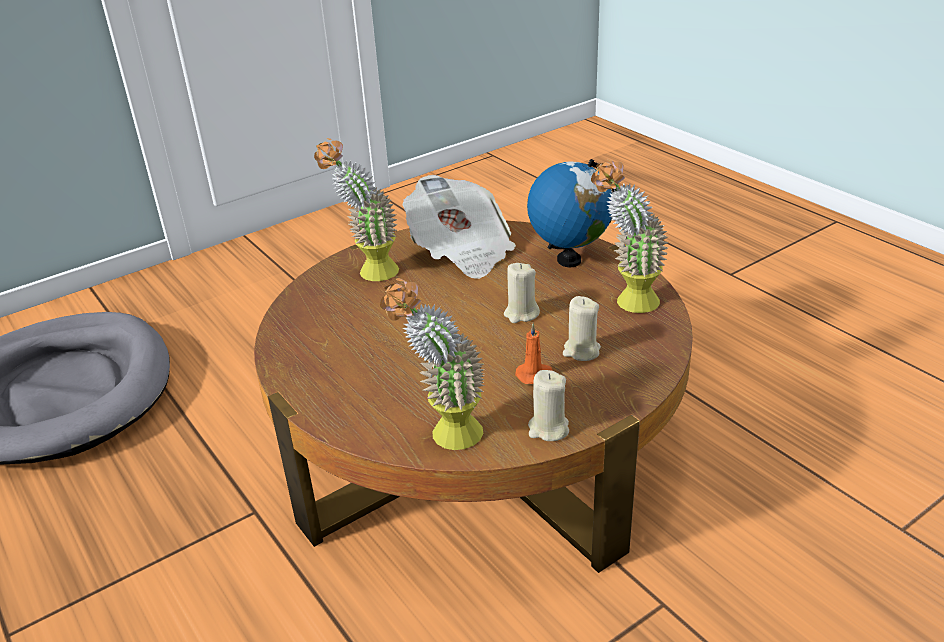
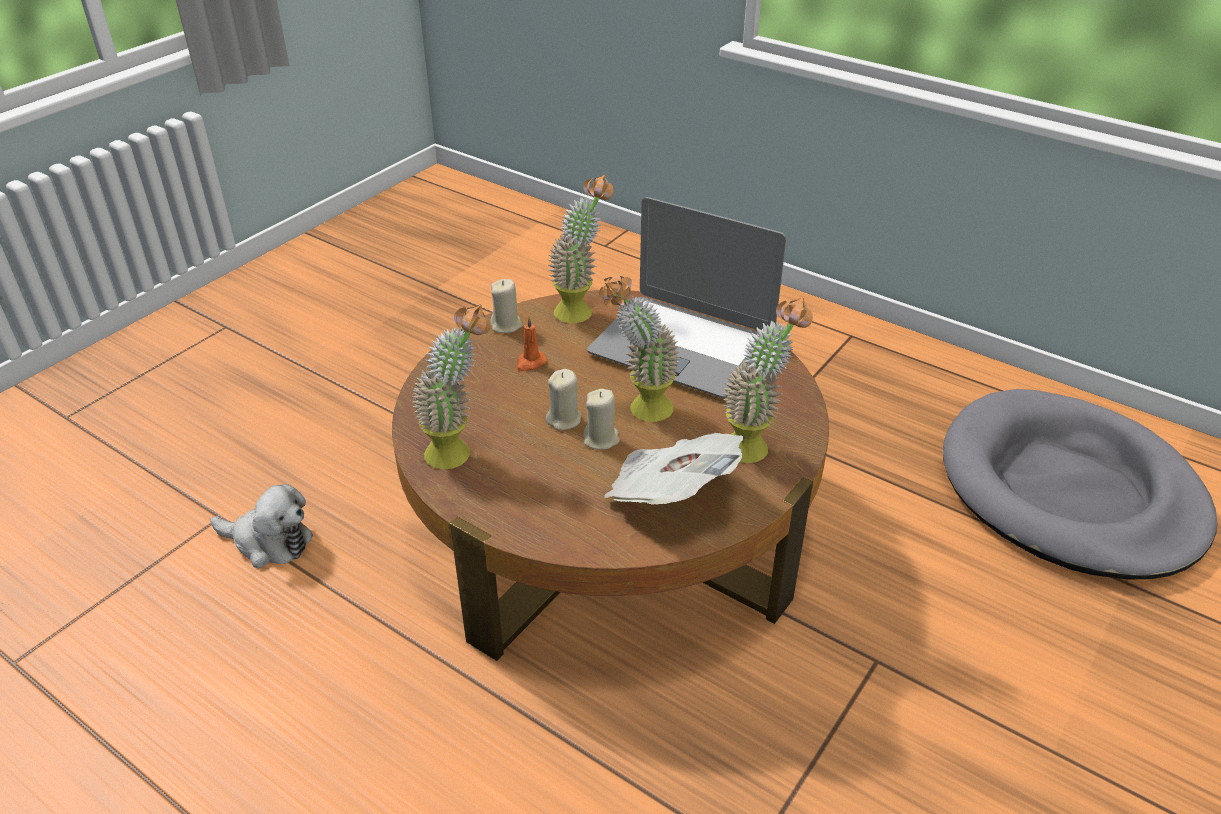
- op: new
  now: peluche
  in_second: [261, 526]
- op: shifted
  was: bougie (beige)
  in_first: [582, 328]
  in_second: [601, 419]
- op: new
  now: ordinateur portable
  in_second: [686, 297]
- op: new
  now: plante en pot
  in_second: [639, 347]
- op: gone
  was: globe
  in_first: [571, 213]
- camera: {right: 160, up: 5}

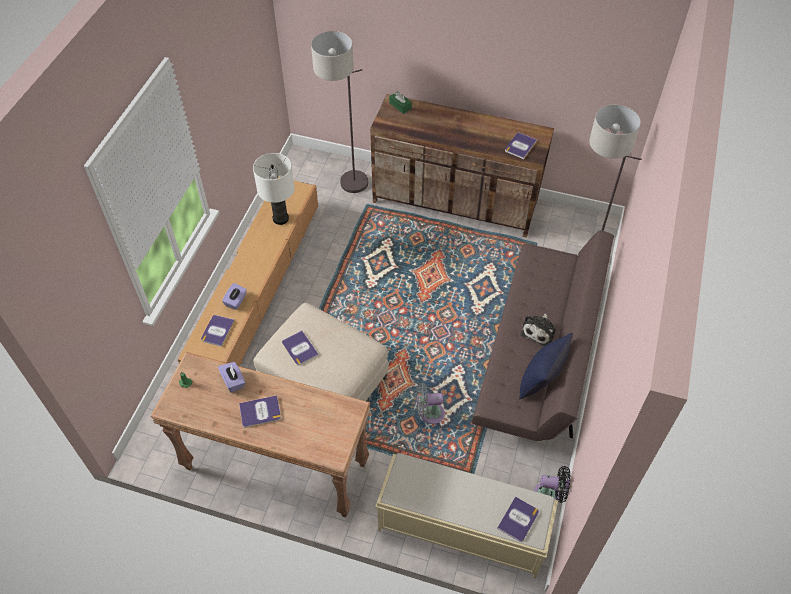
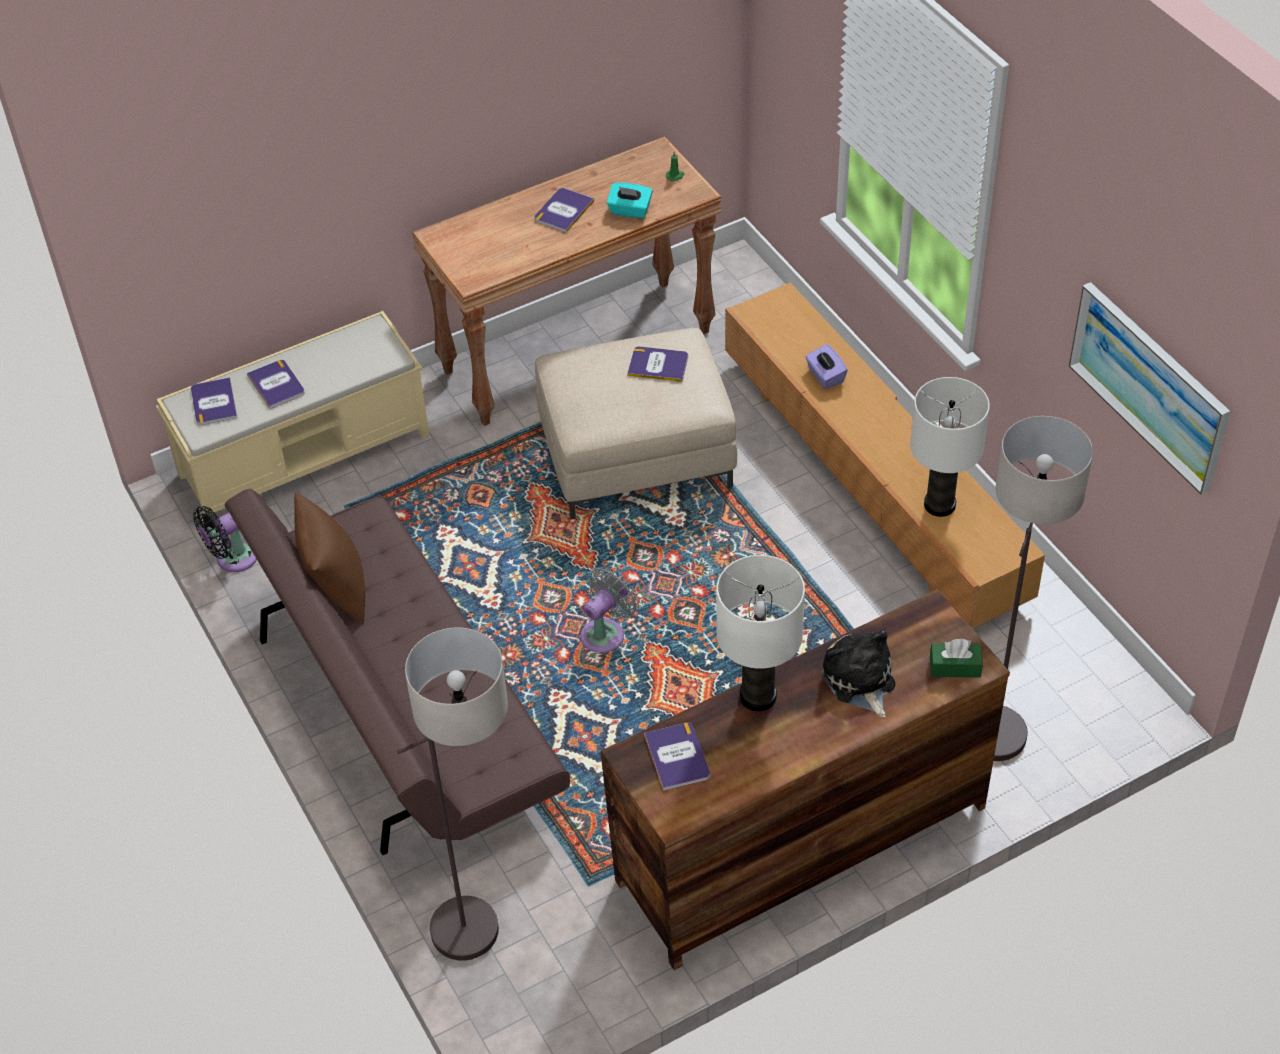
- op: shifted
  was: livre
  in_first: [218, 331]
  in_second: [276, 384]
- op: repainted
  was: coussin (bleu)
  now: coussin (marron)
  in_first: [546, 366]
  in_second: [329, 558]
- op: shifted
  was: ventilateur (gris)
  in_first: [431, 403]
  in_second: [609, 610]
- op: repainted
  was: boîte à mouchoirs (violet)
  now: boîte à mouchoirs (turquoise)
  in_first: [231, 377]
  in_second: [630, 201]
- op: new
  now: lampe de table (blanc)
  in_second: [760, 633]
- op: shifted
  was: peluche
  in_first: [538, 329]
  in_second: [858, 674]
- op: new
  now: tableau
  in_second: [1149, 388]
- camera: {right: 135, up: -5}

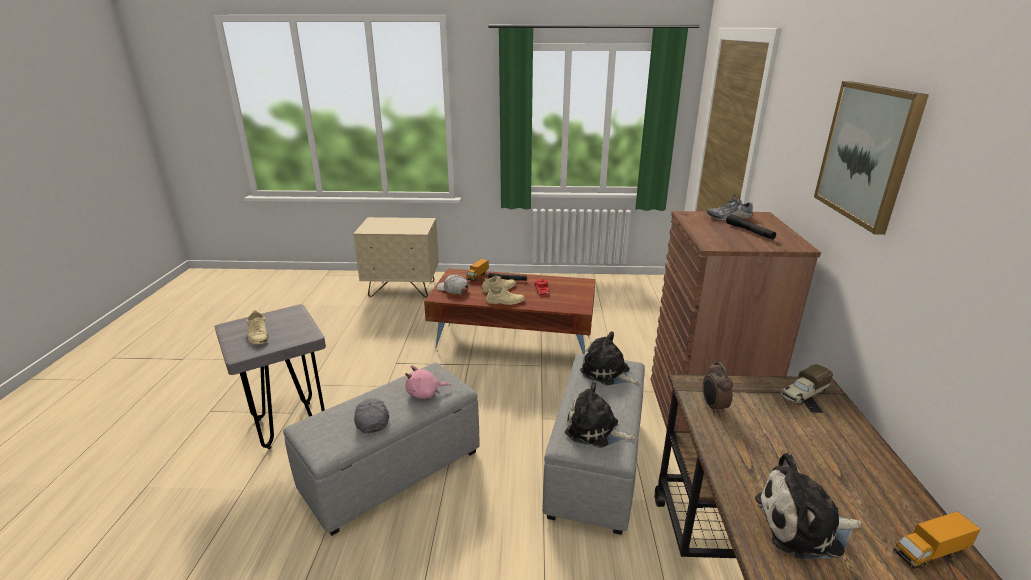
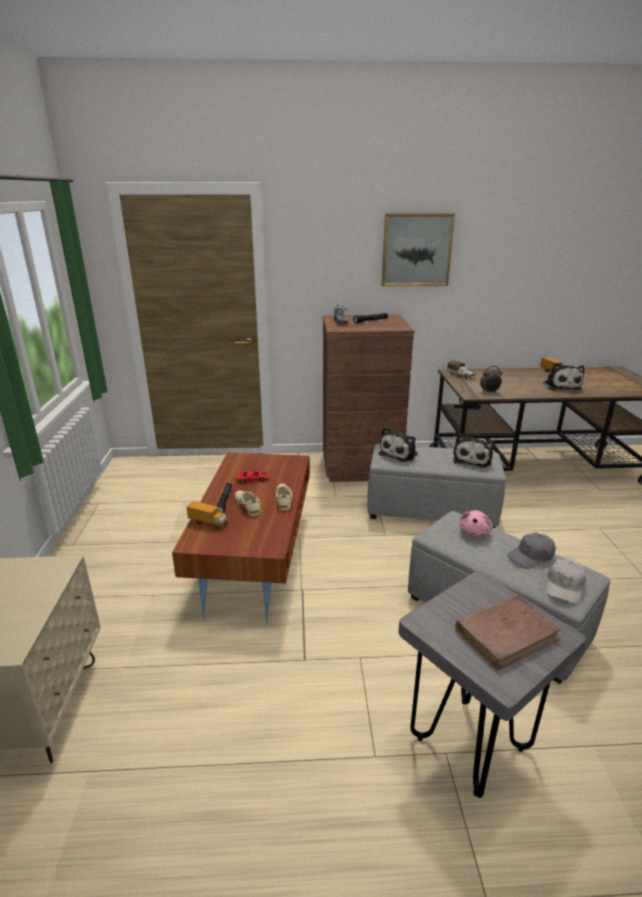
- op: swapped
  was: chaussure (beige)
  now: livre (marron)
  in_first: [257, 327]
  in_second: [508, 633]
- op: rotated
  was: peluche (rose)
  in_first: [428, 382]
  in_second: [476, 523]
  clockwise: 45
- op: shifted
  was: casquette (blanc)
  in_first: [452, 284]
  in_second: [566, 581]
- camera: {right: -95, up: 0}

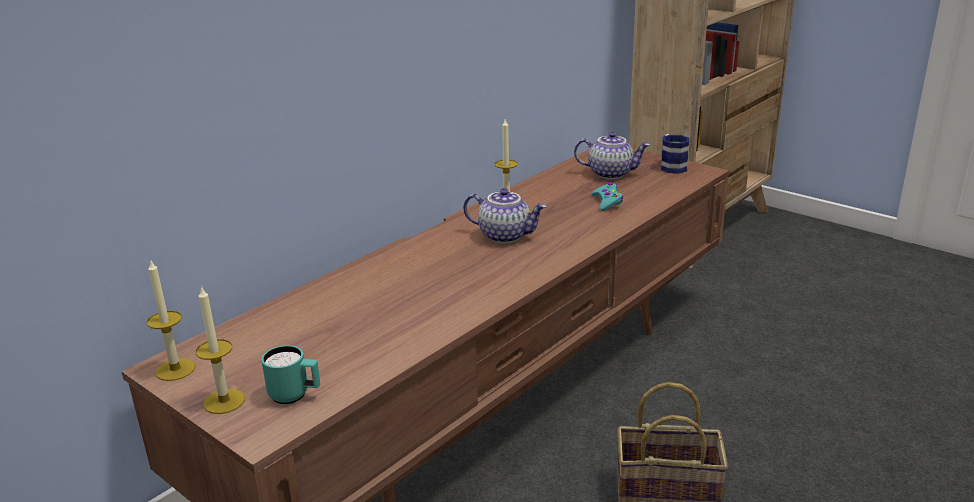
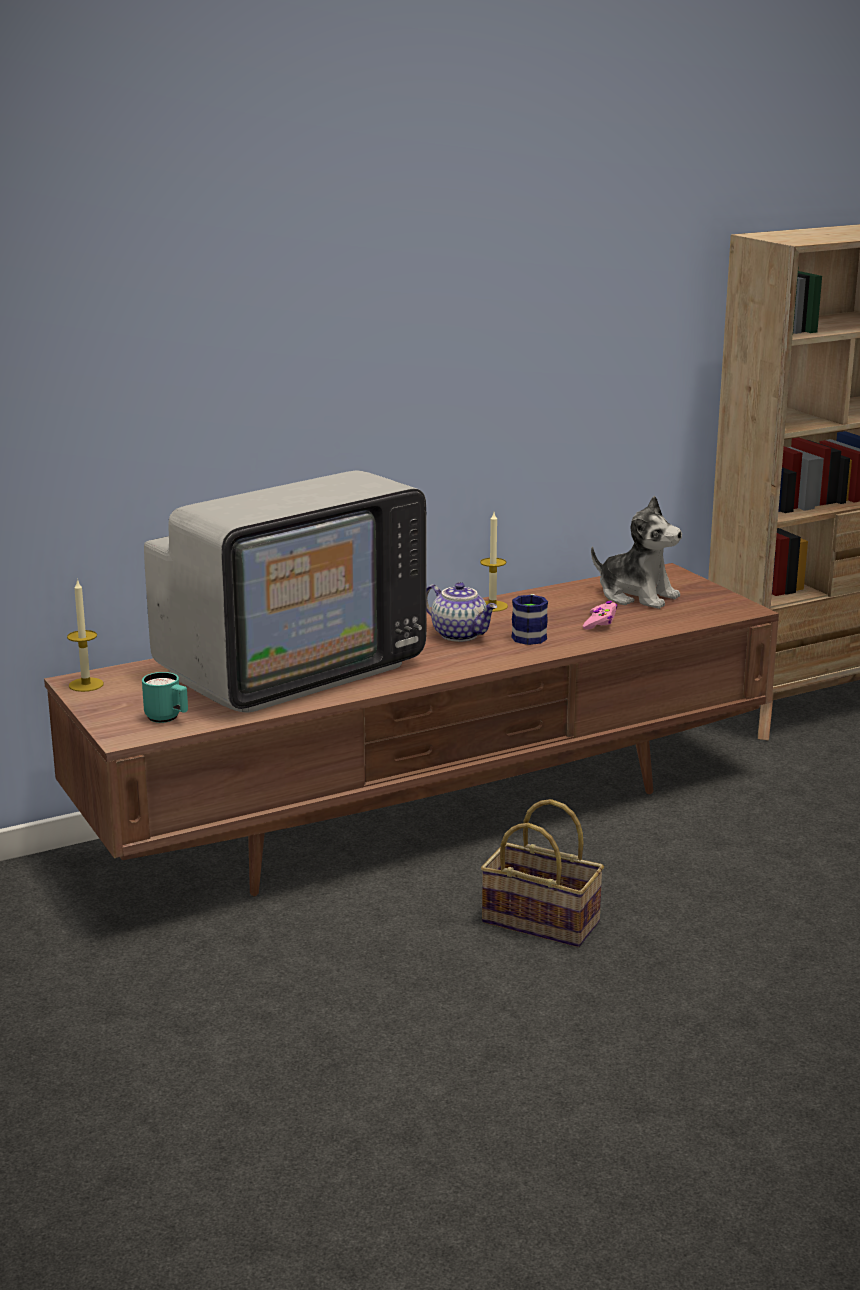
- op: new
  now: téléviseur
  in_second: [285, 591]
- op: shifted
  was: mug
  in_first: [675, 154]
  in_second: [529, 619]
- op: repainted
  was: manette (turquoise)
  now: manette (rose)
  in_first: [607, 196]
  in_second: [600, 615]
- op: swapped
  was: théière
  now: peluche
  in_first: [612, 155]
  in_second: [636, 552]
- op: gone
  was: bougie
  in_first: [220, 350]
- camera: {right: 20, up: -5}

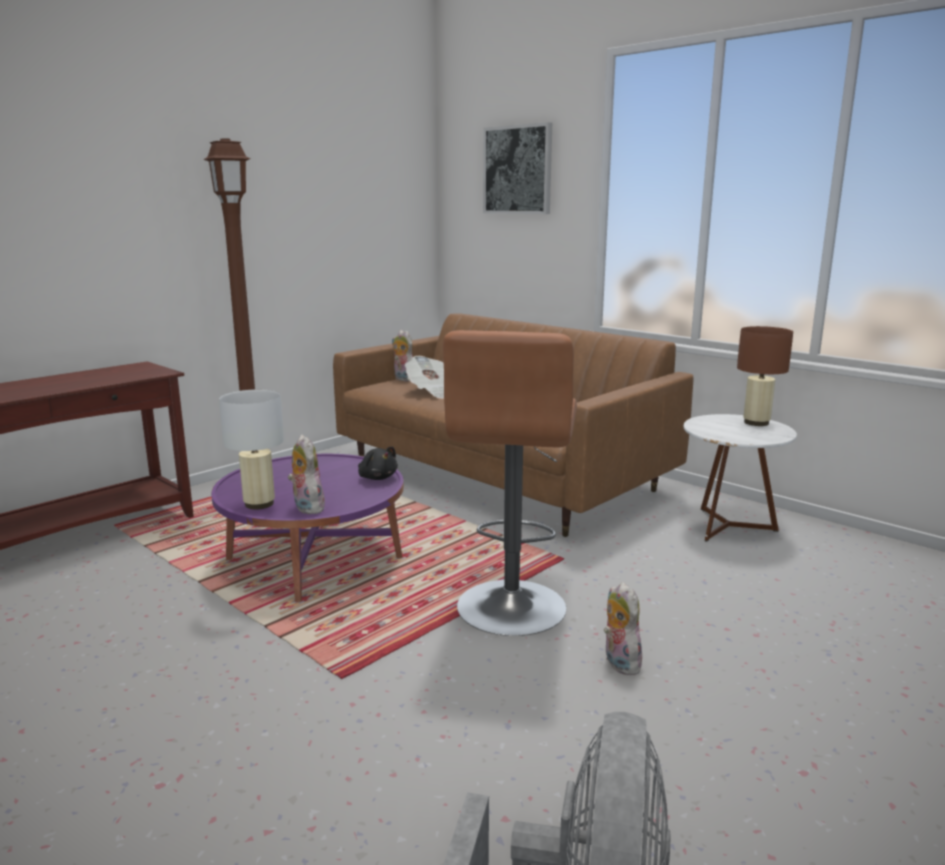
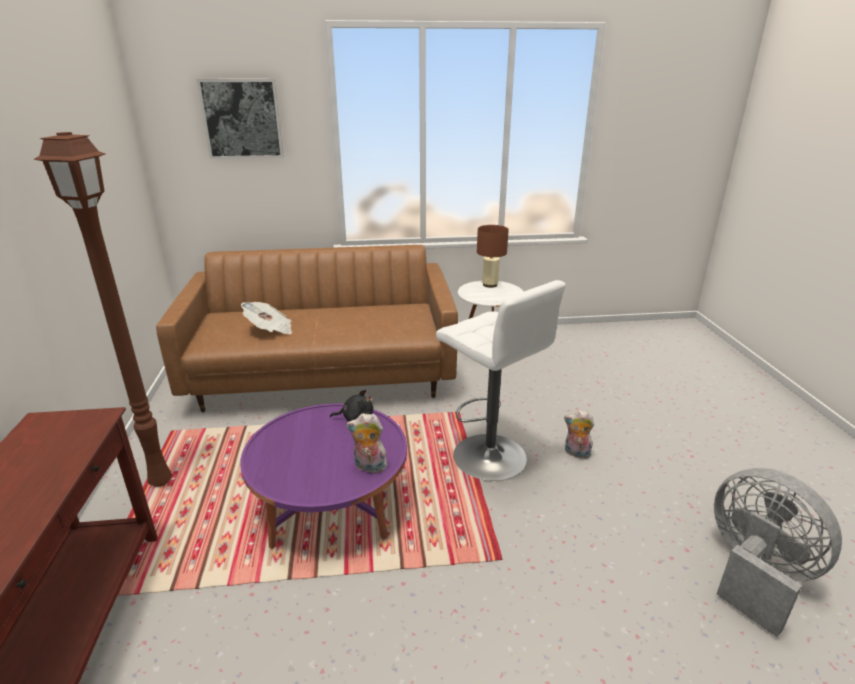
- op: repainted
  was: tabouret (marron)
  now: tabouret (blanc)
  in_first: [510, 483]
  in_second: [501, 380]
- op: gone
  was: lampe de table (blanc)
  in_first: [251, 449]
- op: gone
  was: peluche
  in_first: [402, 356]
- camera: {right: -50, up: 10}

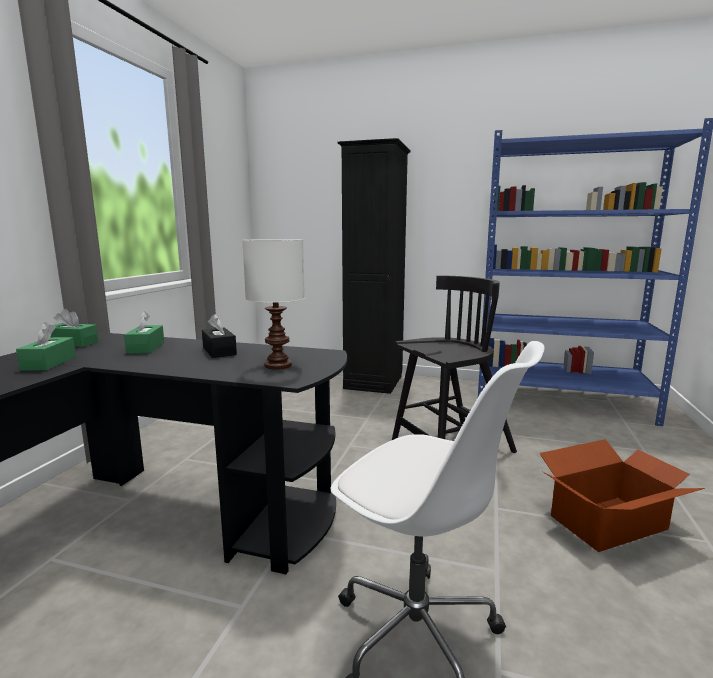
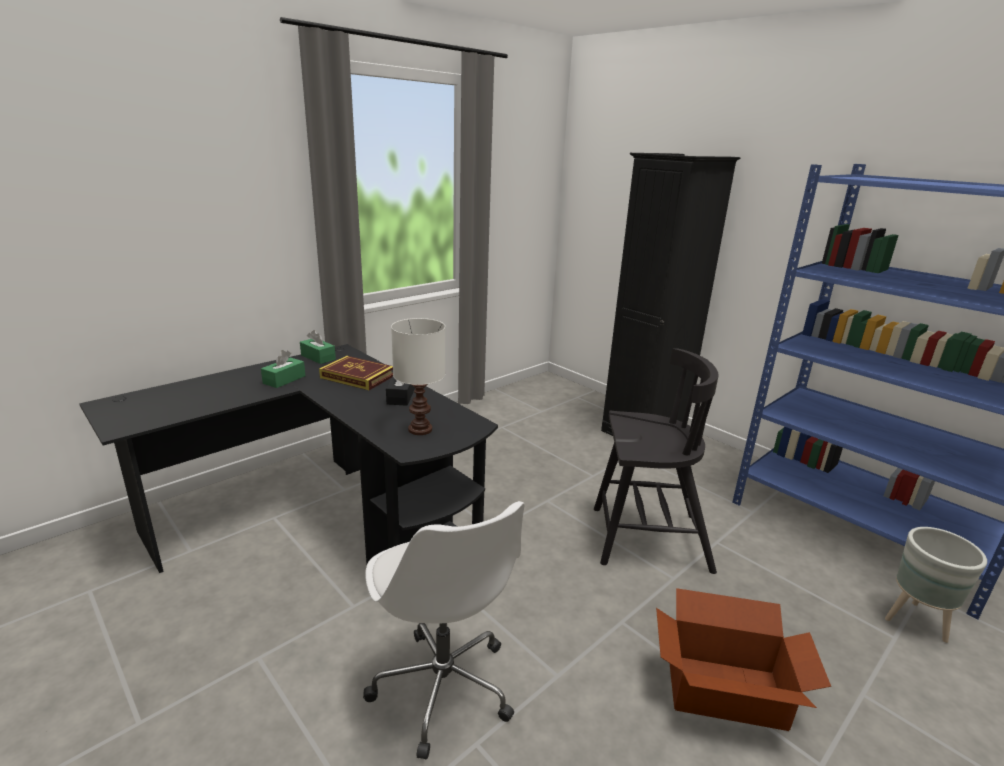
- op: swapped
  was: boîte à mouchoirs (vert)
  now: livre
  in_first: [144, 332]
  in_second: [356, 373]
- op: new
  now: cache-pot (gris)
  in_second: [936, 585]
- camera: {right: 30, up: 10}

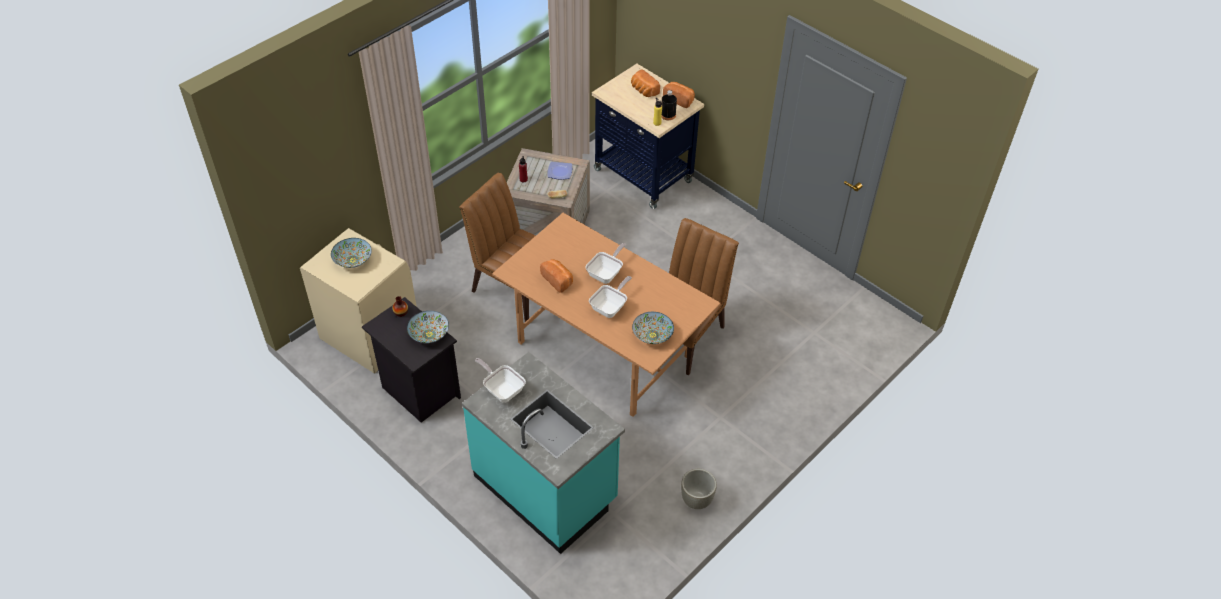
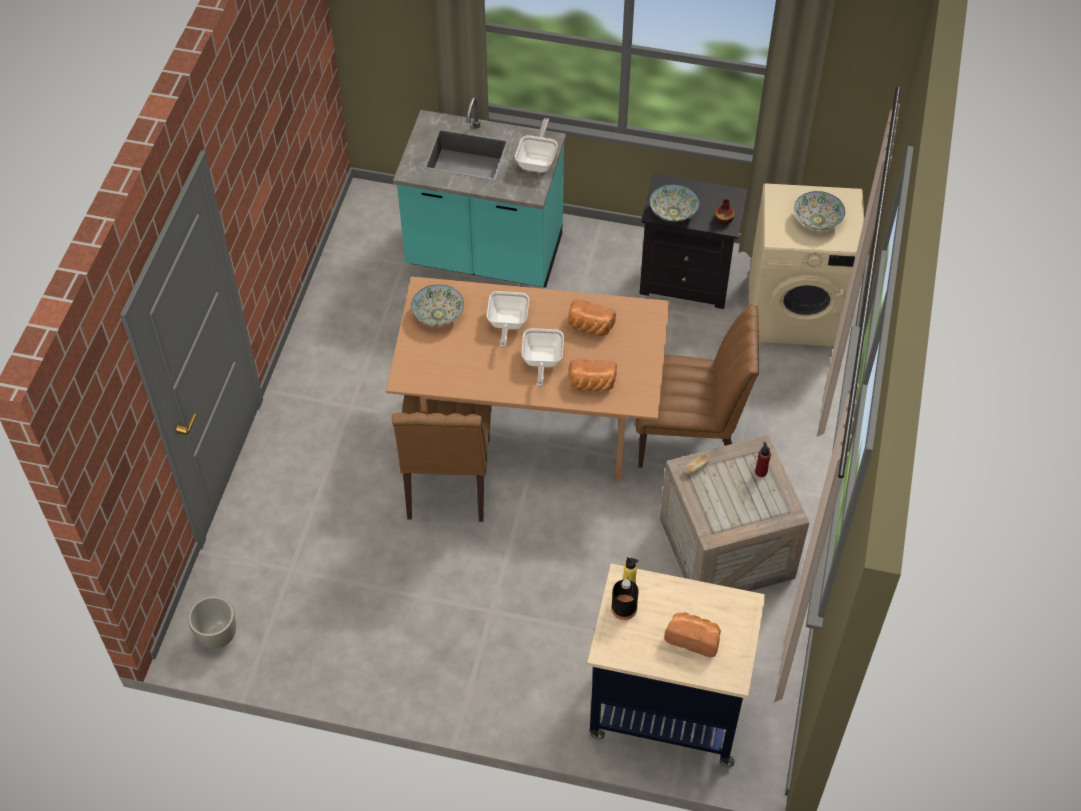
- op: shifted
  was: cache-pot (gris)
  in_first: [699, 489]
  in_second: [212, 622]
- op: rotated
  was: poêle
  in_first: [500, 380]
  in_second: [536, 145]
  clockwise: -90
- op: shifted
  was: pain
  in_first: [679, 95]
  in_second: [593, 375]
- op: gone
  was: assiette
  in_first: [559, 171]
- camera: {right: 150, up: 5}

